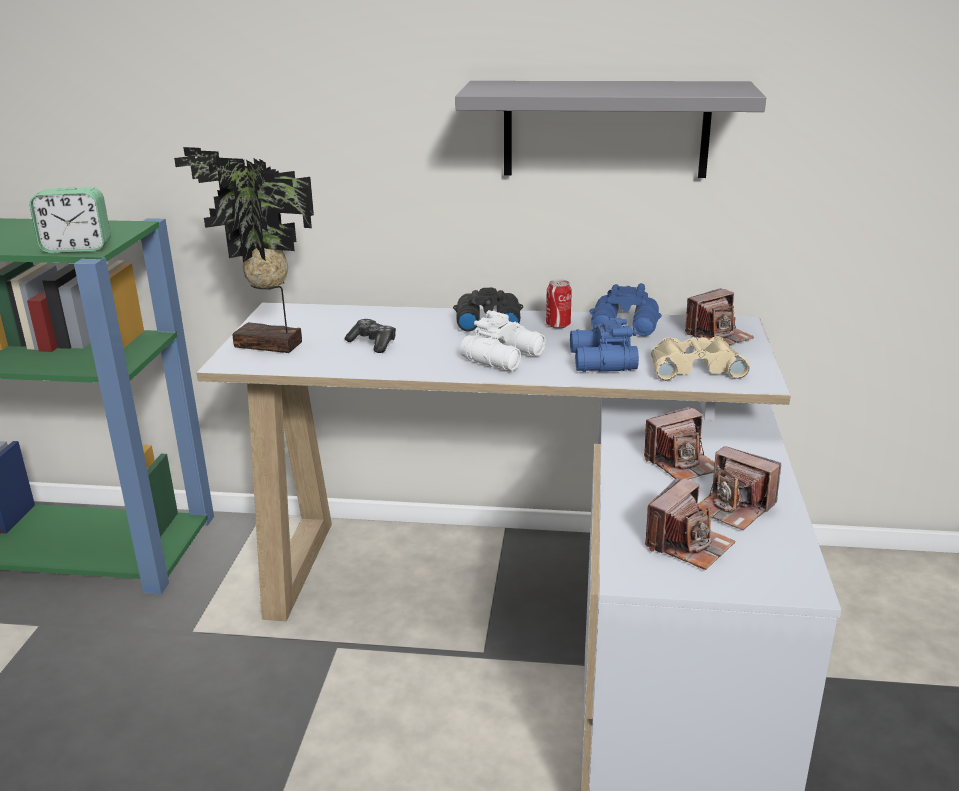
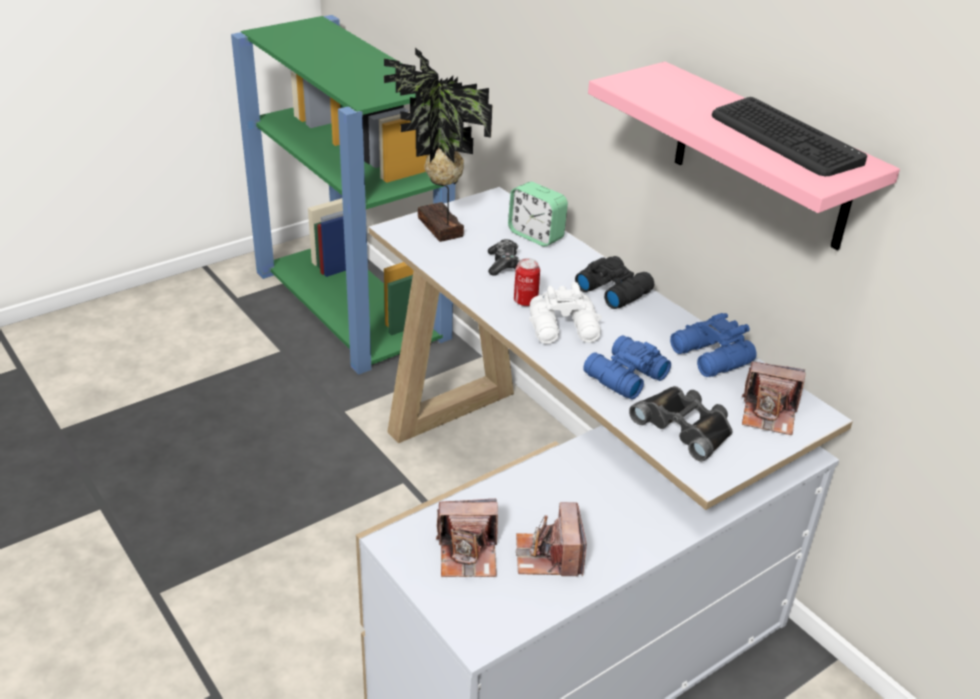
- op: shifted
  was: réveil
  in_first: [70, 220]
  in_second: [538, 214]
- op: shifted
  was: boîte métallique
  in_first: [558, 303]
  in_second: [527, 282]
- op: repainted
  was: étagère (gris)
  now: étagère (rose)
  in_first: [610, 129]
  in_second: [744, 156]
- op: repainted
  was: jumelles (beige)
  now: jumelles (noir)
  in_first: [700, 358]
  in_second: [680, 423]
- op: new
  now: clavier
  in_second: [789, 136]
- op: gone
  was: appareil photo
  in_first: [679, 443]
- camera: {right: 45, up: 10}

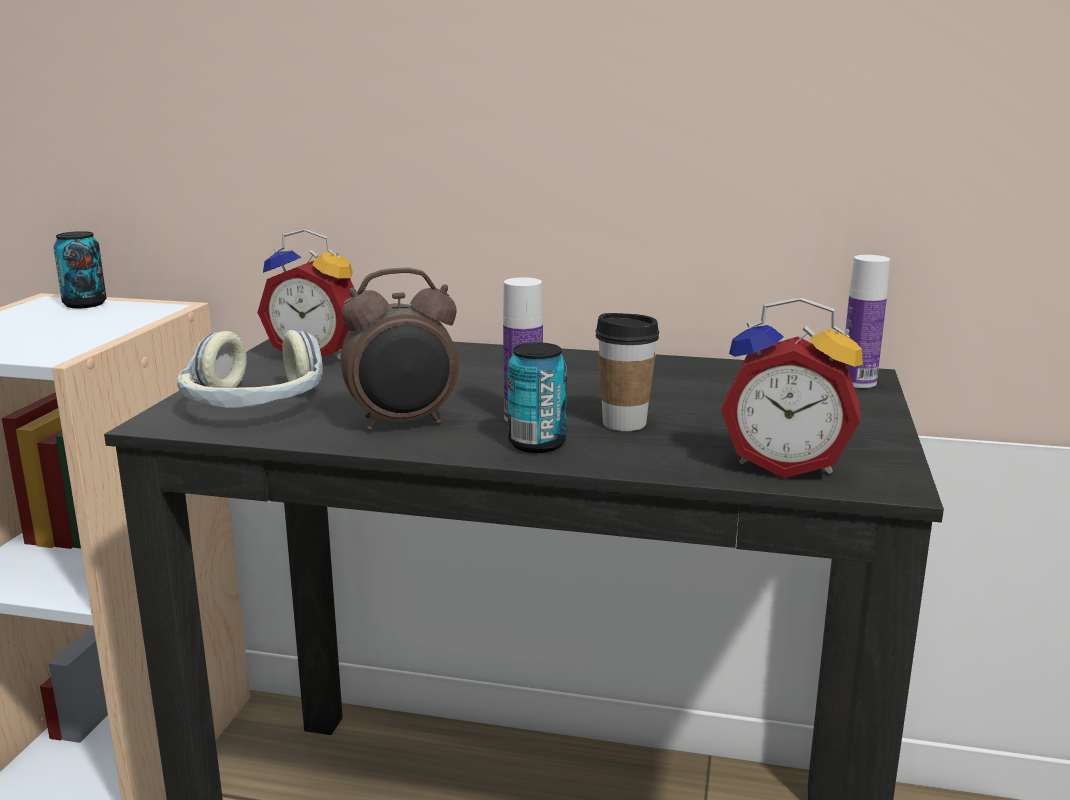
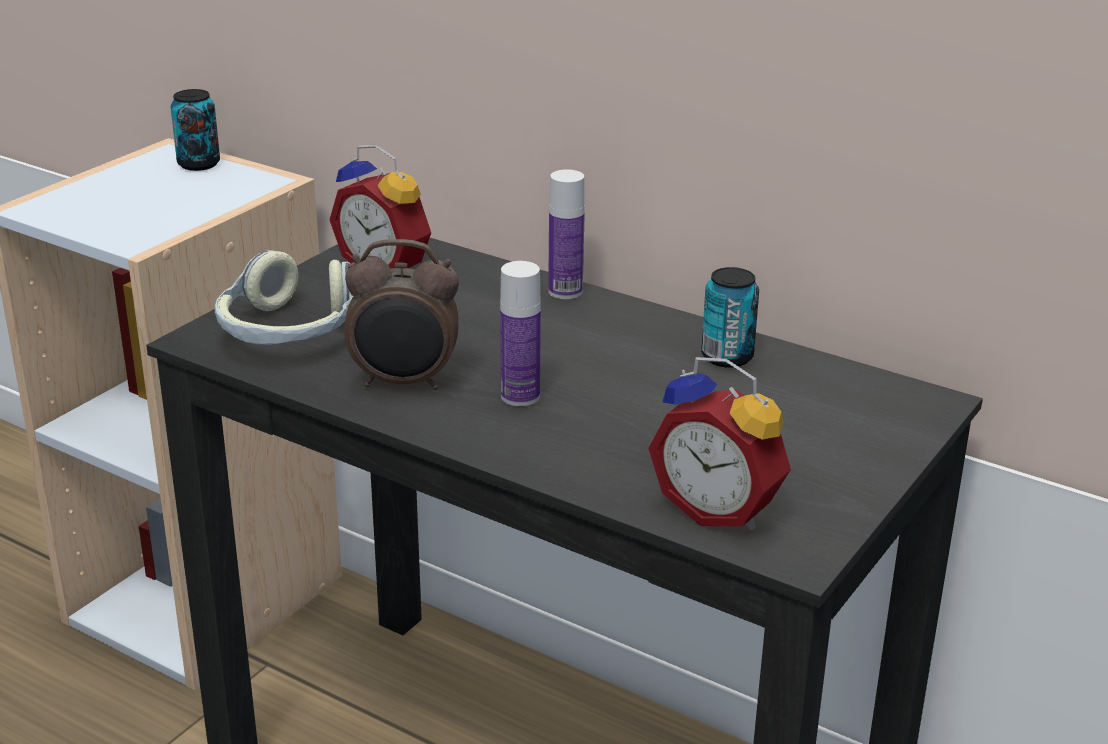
- op: shifted
  was: bouteille
  in_first: [868, 321]
  in_second: [566, 234]
- op: shifted
  was: boîte métallique
  in_first: [537, 397]
  in_second: [730, 317]
- op: gone
  was: tasse
  in_first: [627, 372]
- camera: {right: 20, up: 10}

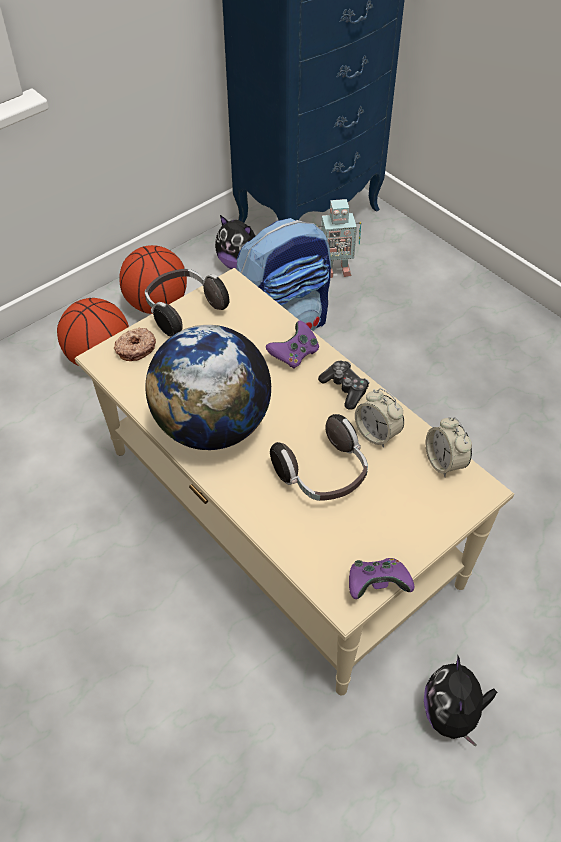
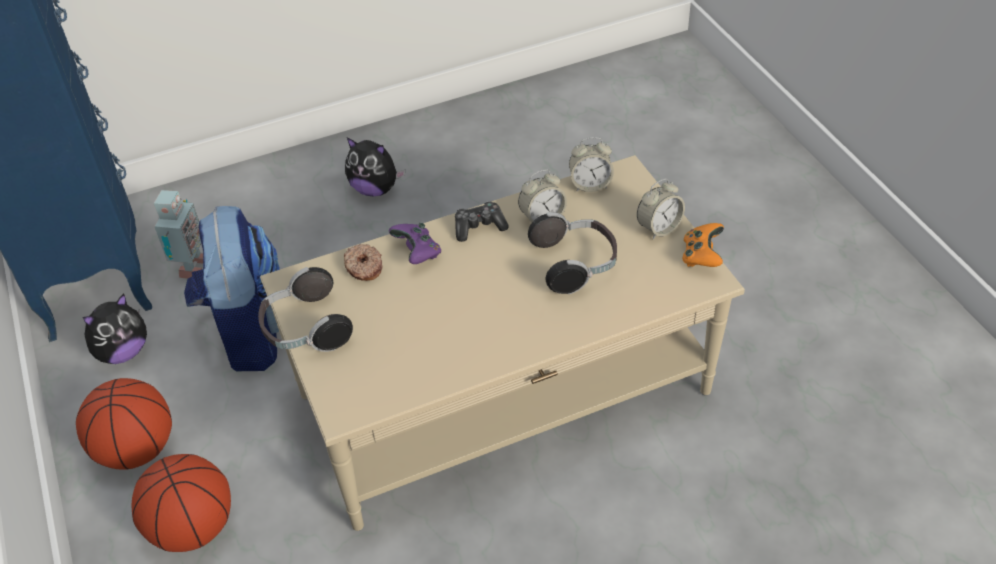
- op: shifted
  was: beignet
  in_first: [135, 344]
  in_second: [363, 262]
- op: shifted
  was: peluche
  in_first: [460, 701]
  in_second: [375, 166]
- op: new
  now: réveil
  in_second: [661, 208]
- op: repainted
  was: manette (violet)
  now: manette (orange)
  in_first: [382, 578]
  in_second: [703, 245]
- op: gone
  was: globe
  in_first: [208, 387]
- camera: {right: -70, up: -5}

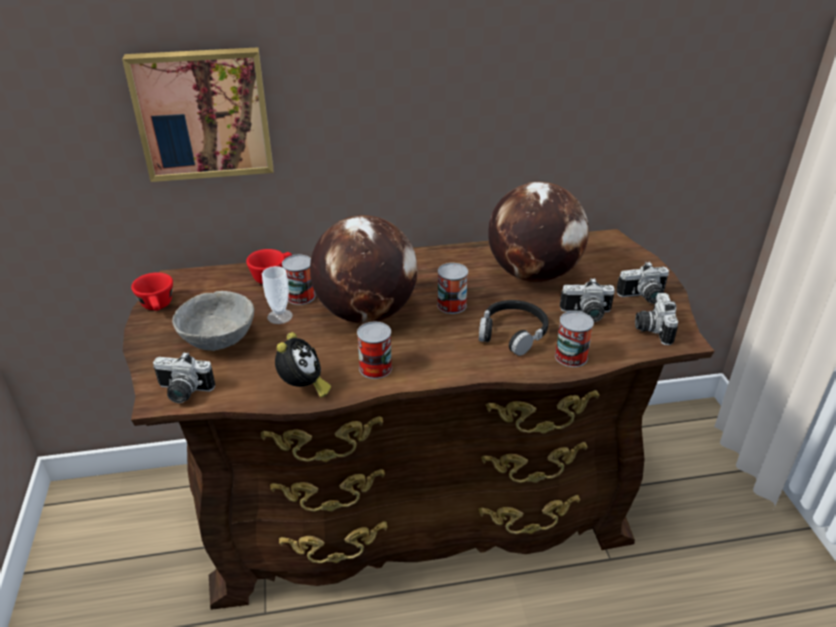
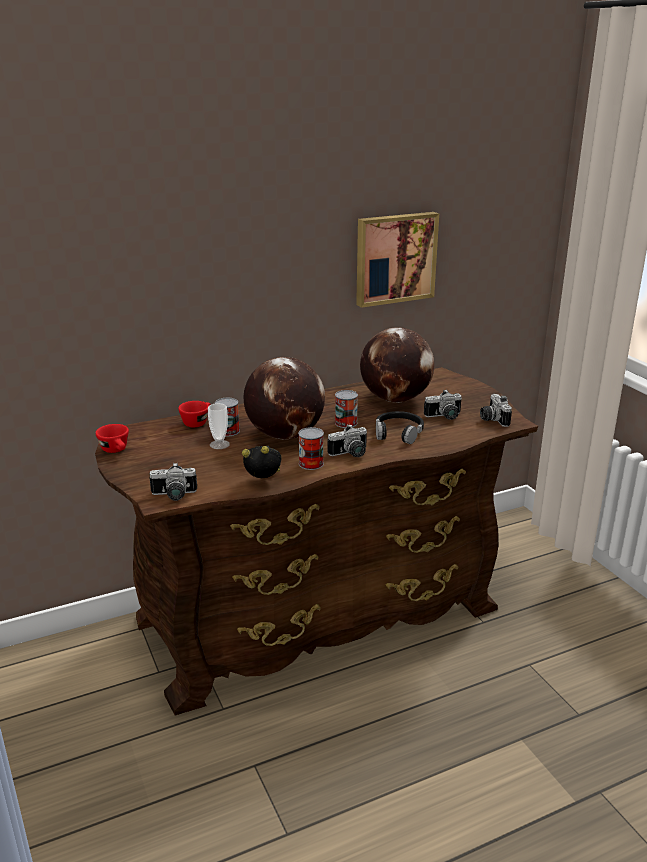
- op: rotated
  was: réveil
  in_first: [303, 365]
  in_second: [262, 462]
  clockwise: -75
- op: shifted
  was: appareil photo
  in_first: [642, 283]
  in_second: [347, 440]
- op: shifted
  was: tableau
  in_first: [198, 114]
  in_second: [397, 260]
- op: gone
  was: bol (gris)
  in_first: [213, 321]
- op: gone
  was: boîte métallique
  in_first: [574, 339]
- camera: {right: -15, up: -10}

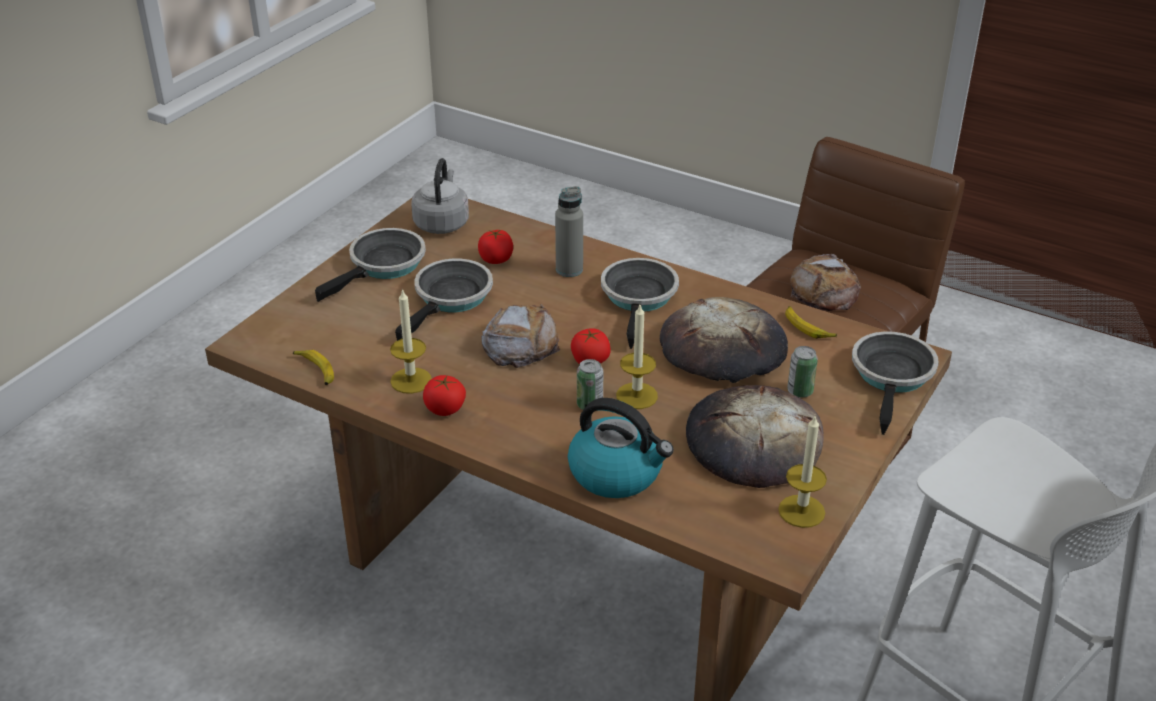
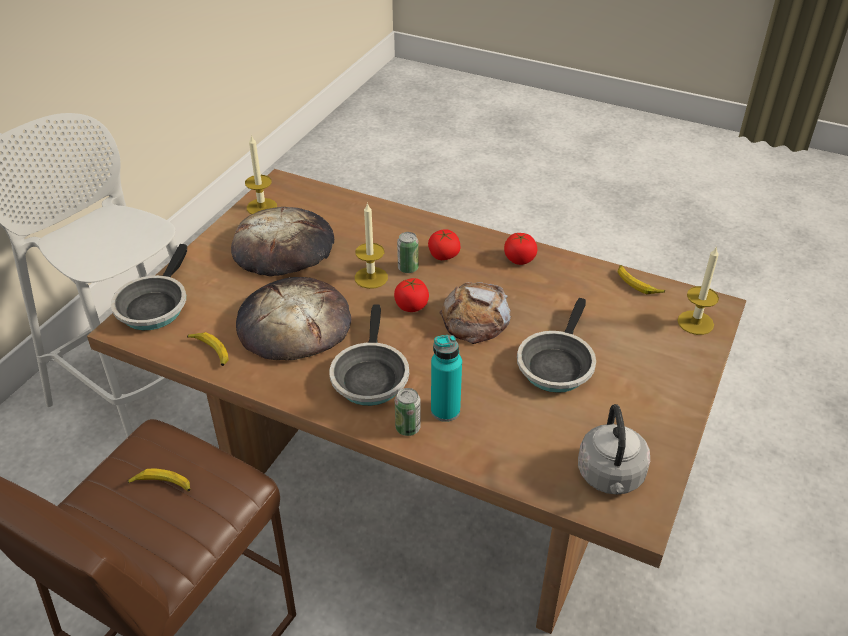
- op: swapped
  was: pain
  now: banane
  in_first: [825, 282]
  in_second: [159, 480]
- op: shifted
  was: boîte métallique
  in_first: [802, 372]
  in_second: [408, 412]
- op: shifted
  was: tomate
  in_first: [495, 247]
  in_second: [444, 244]
- op: repainted
  was: bouteille (gris)
  now: bouteille (turquoise)
  in_first: [569, 231]
  in_second: [446, 378]
- op: shifted
  was: bougie
  in_first: [411, 341]
  in_second: [698, 290]
- op: gone
  was: poêle
  in_first: [370, 265]
- op: gone
  was: bouilloire
  in_first: [621, 448]
- camera: {right: 175, up: 5}

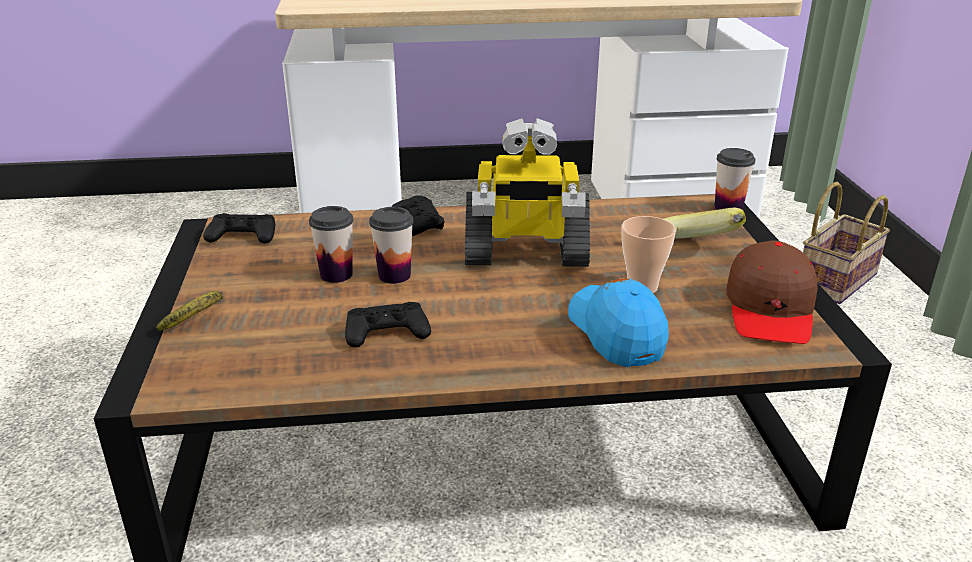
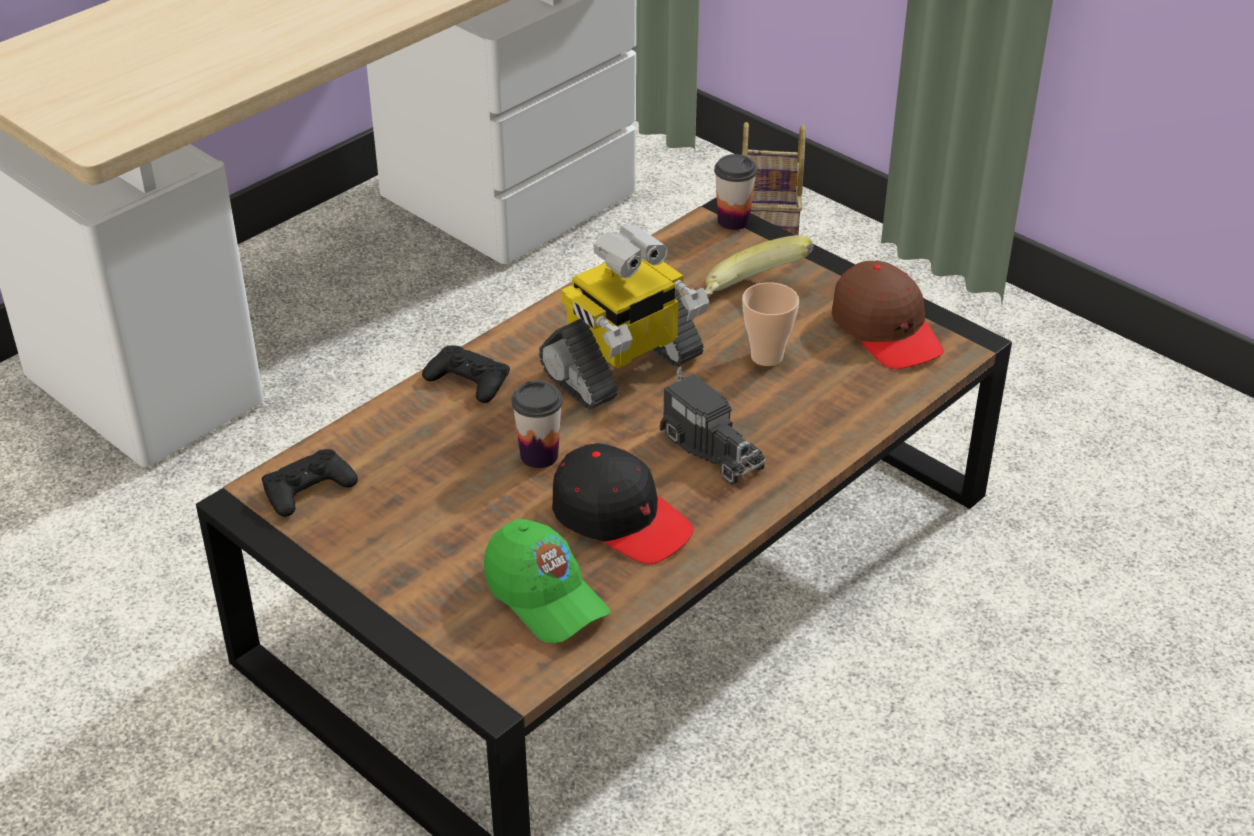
- op: new
  now: casquette (vert)
  in_second: [547, 581]
- op: swapped
  was: manette (noir)
  now: casquette (noir)
  in_first: [388, 325]
  in_second: [623, 503]
- op: new
  now: camion jouet
  in_second: [713, 426]
- op: gone
  was: banane
  in_first: [189, 311]
- op: gone
  was: tasse
  in_first: [331, 244]
- op: gone
  was: casquette (bleu)
  in_first: [618, 322]
- camera: {right: -40, up: 10}

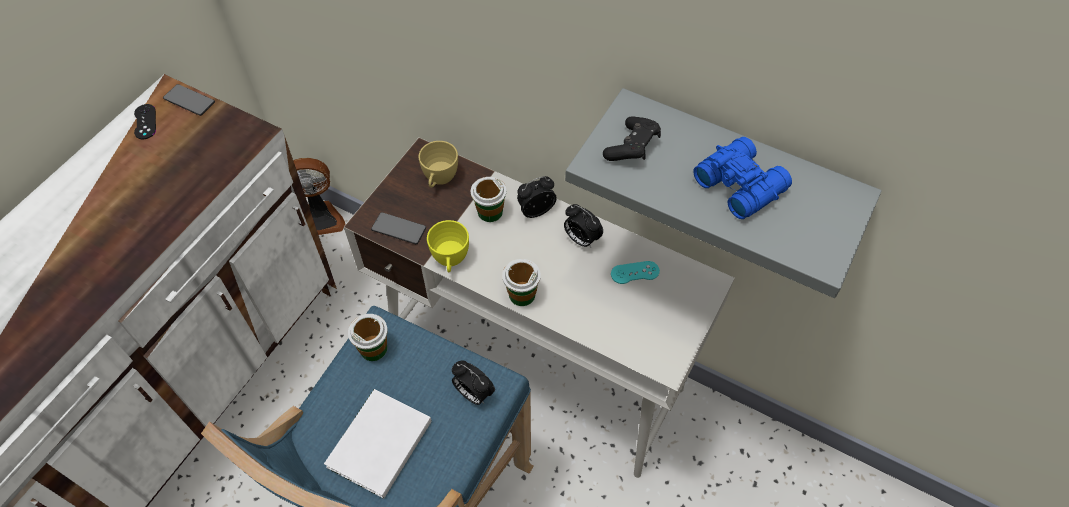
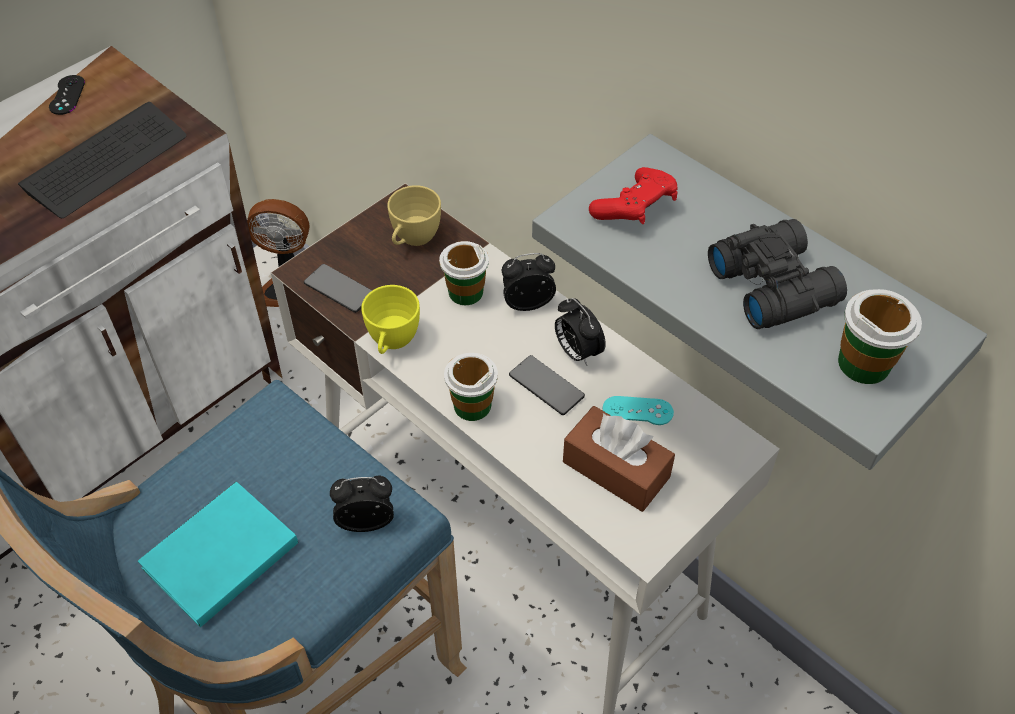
- op: new
  now: clavier
  in_second: [102, 160]
- op: repainted
  was: livre (blanc)
  now: livre (turquoise)
  in_first: [378, 444]
  in_second: [218, 554]
- op: rotated
  was: réveil
  in_first: [473, 382]
  in_second: [362, 503]
  clockwise: 120
- op: shifted
  was: téléphone
  in_first: [189, 100]
  in_second: [547, 385]
- op: new
  now: boîte à mouchoirs (marron)
  in_second: [619, 459]
- op: repainted
  was: manette (noir)
  now: manette (rouge)
  in_first: [632, 138]
  in_second: [633, 195]
- op: repainted
  was: jumelles (bleu)
  now: jumelles (noir)
  in_first: [742, 178]
  in_second: [777, 274]
- op: shifted
  was: tasse
  in_first: [368, 337]
  in_second: [880, 336]
- camera: {right: 15, up: -5}

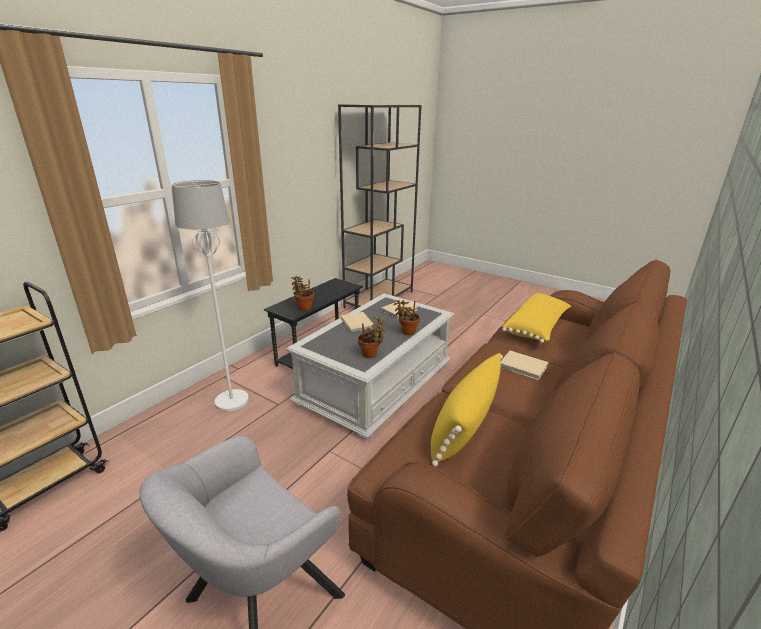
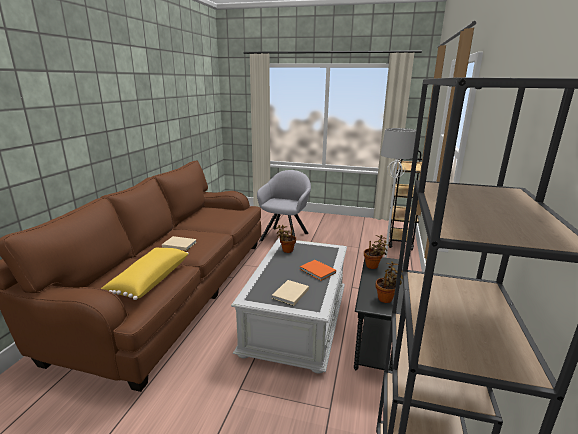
- op: repainted
  was: livre (beige)
  now: livre (orange)
  in_first: [357, 322]
  in_second: [318, 270]
- op: shifted
  was: plante en pot
  in_first: [406, 317]
  in_second: [389, 282]
- op: gone
  was: coussin (jaune)
  in_first: [467, 410]
- camera: {right: 160, up: -5}

